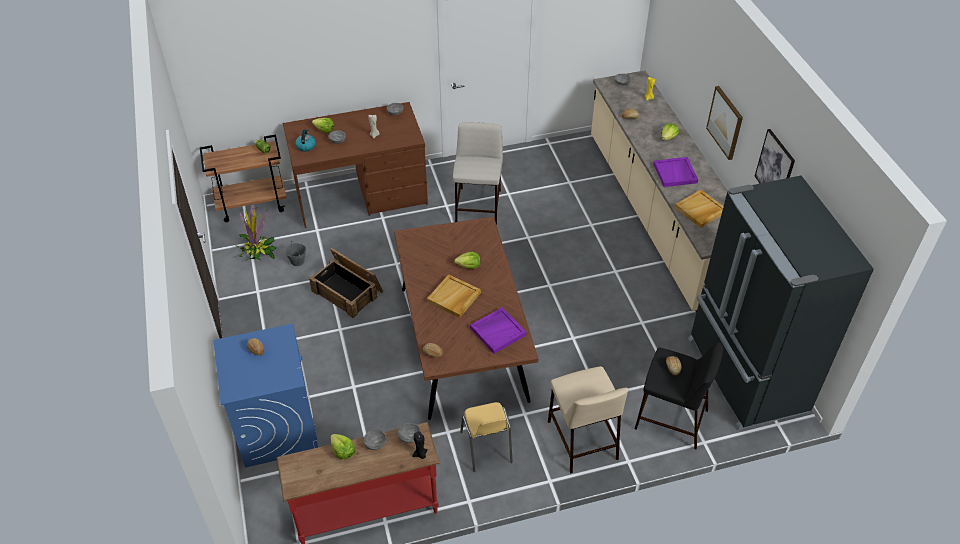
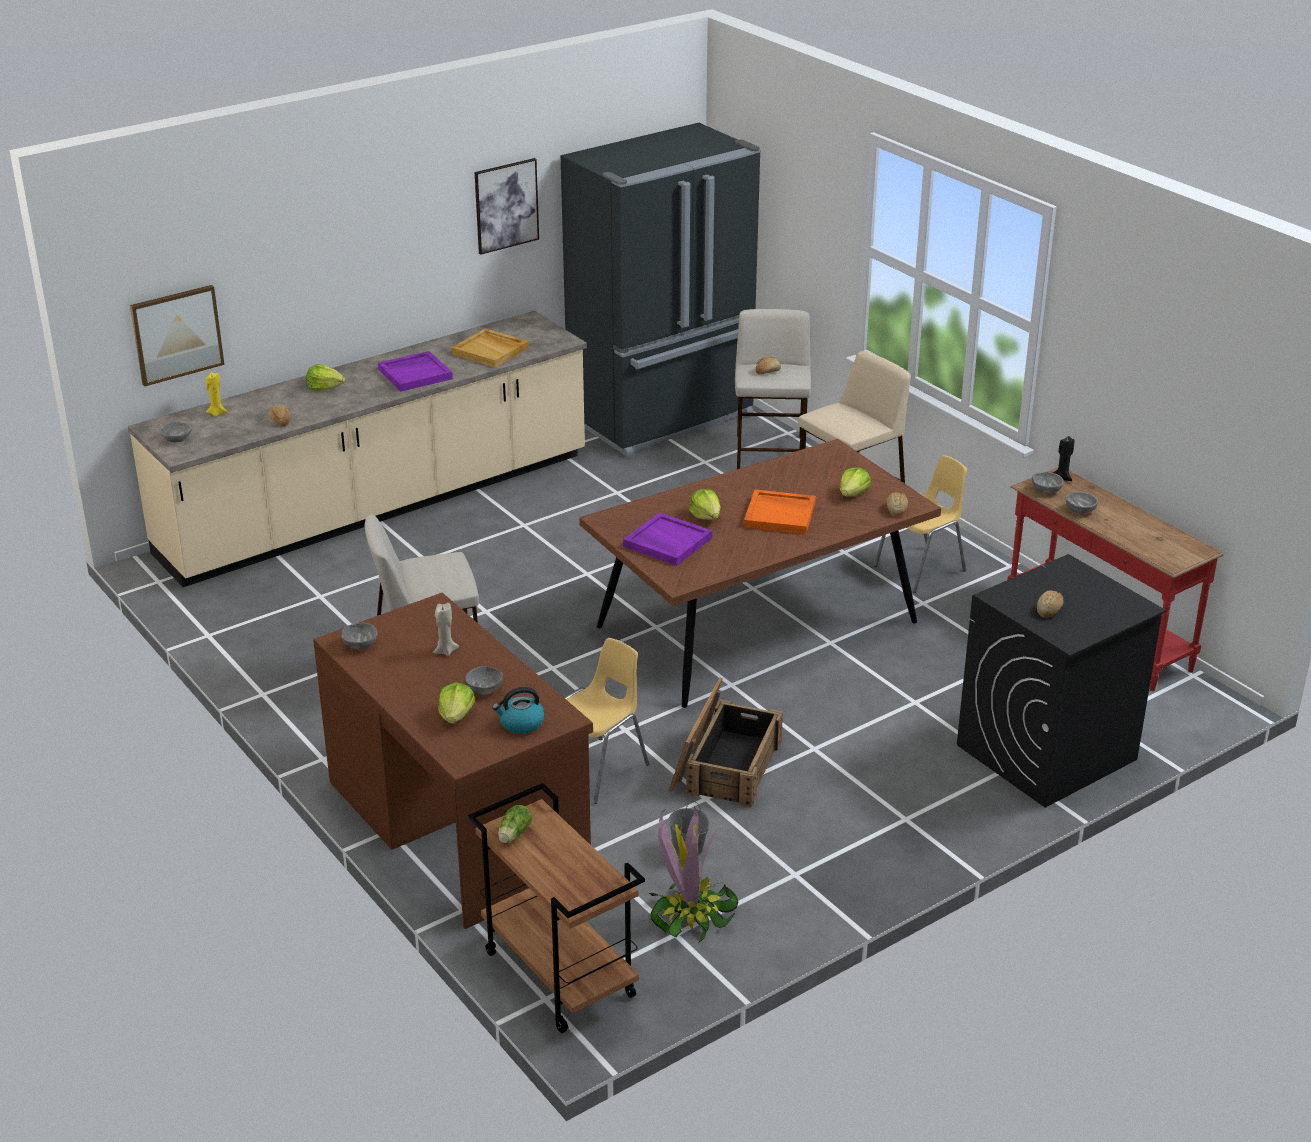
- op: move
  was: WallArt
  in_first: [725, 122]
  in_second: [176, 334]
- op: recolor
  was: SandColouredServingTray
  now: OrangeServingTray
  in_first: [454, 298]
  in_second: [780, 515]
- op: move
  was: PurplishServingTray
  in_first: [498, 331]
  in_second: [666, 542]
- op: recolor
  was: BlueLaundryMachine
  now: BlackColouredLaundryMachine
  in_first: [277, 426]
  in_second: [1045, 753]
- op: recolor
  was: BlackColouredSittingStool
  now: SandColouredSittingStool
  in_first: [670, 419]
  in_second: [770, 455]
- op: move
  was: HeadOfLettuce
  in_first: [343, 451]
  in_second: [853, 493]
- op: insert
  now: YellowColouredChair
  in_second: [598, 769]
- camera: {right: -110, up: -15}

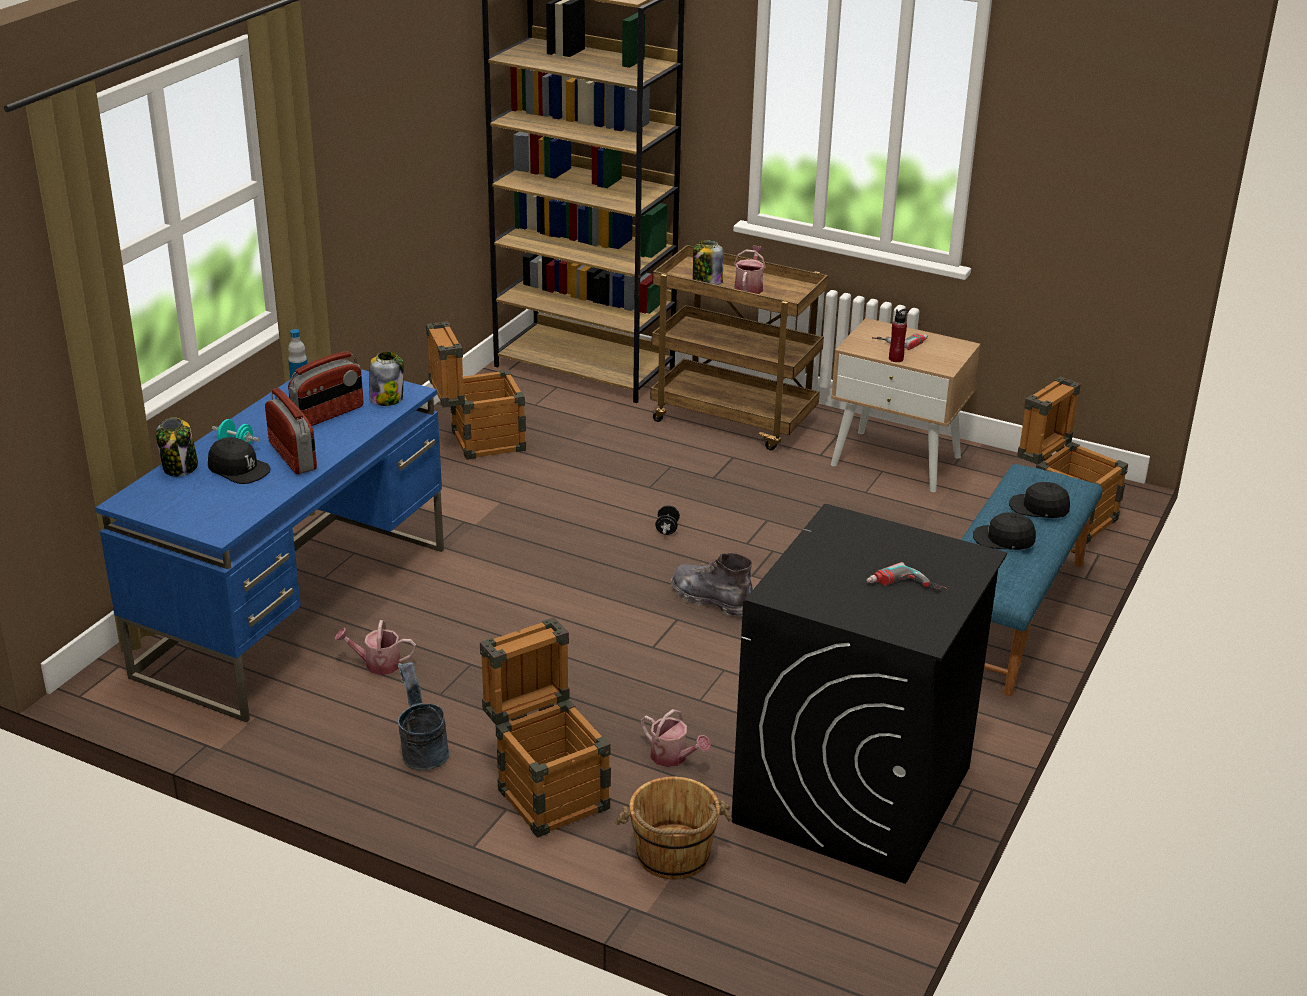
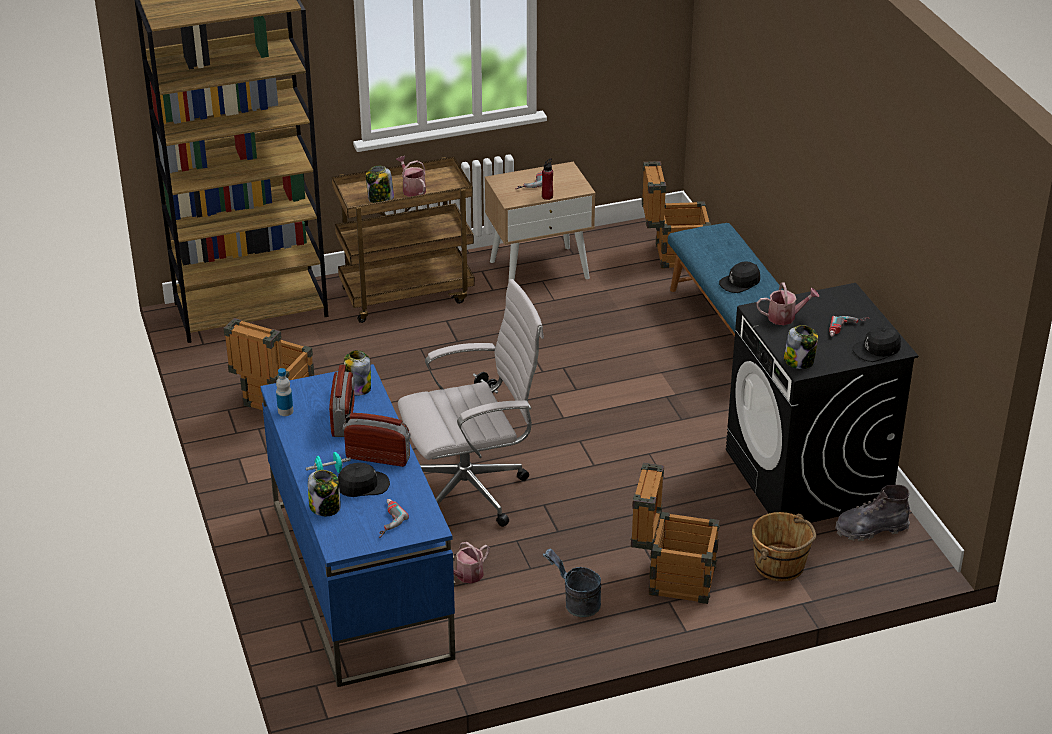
- op: move
  was: BlackColouredBaseballCap
  in_first: [1039, 508]
  in_second: [877, 350]
- op: move
  was: GreyTallBoot
  in_first: [711, 600]
  in_second: [870, 529]
- op: move
  was: WateringPot
  in_first: [673, 757]
  in_second: [785, 317]
- op: insert
  now: WhiteOfficeChair
  in_second: [472, 491]
- op: insert
  now: Jar
  in_second: [799, 361]
- op: insert
  now: PowerDrill
  in_second: [385, 521]
- camera: {right: -45, up: 5}

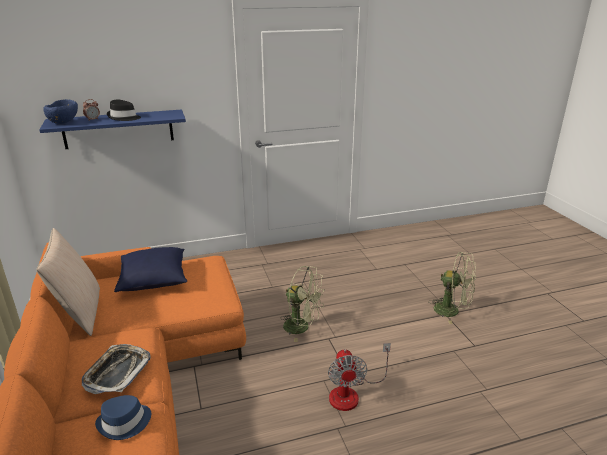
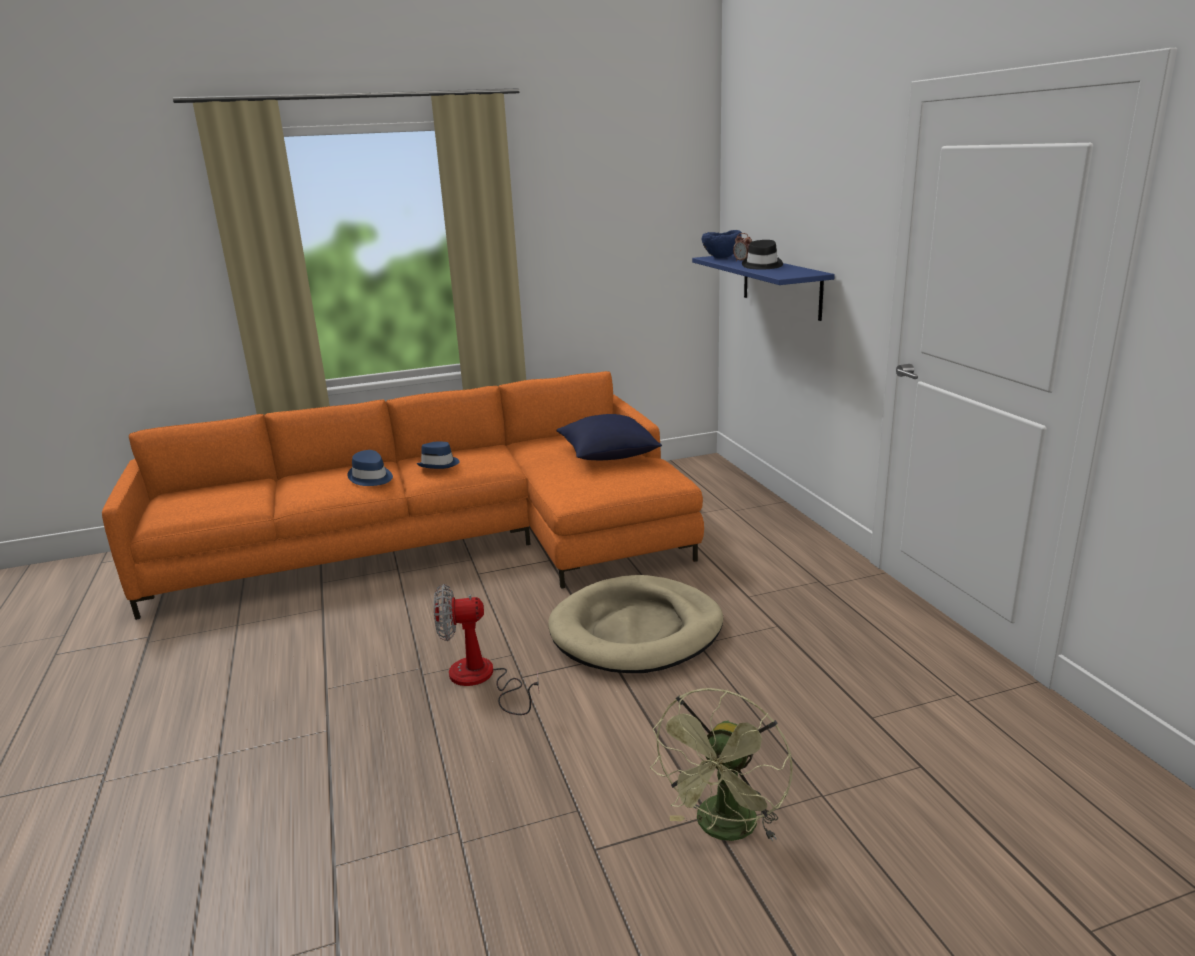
- op: delete
  was: SandColouredPillow
  in_first: [80, 312]
- op: replace
  was: GreenCoolingFan
  now: SandColouredDogCushion
  in_first: [302, 327]
  in_second: [636, 631]
- op: replace
  was: ServingTray
  now: BlueHat
  in_first: [117, 372]
  in_second: [439, 464]
- camera: {right: 90, up: -5}

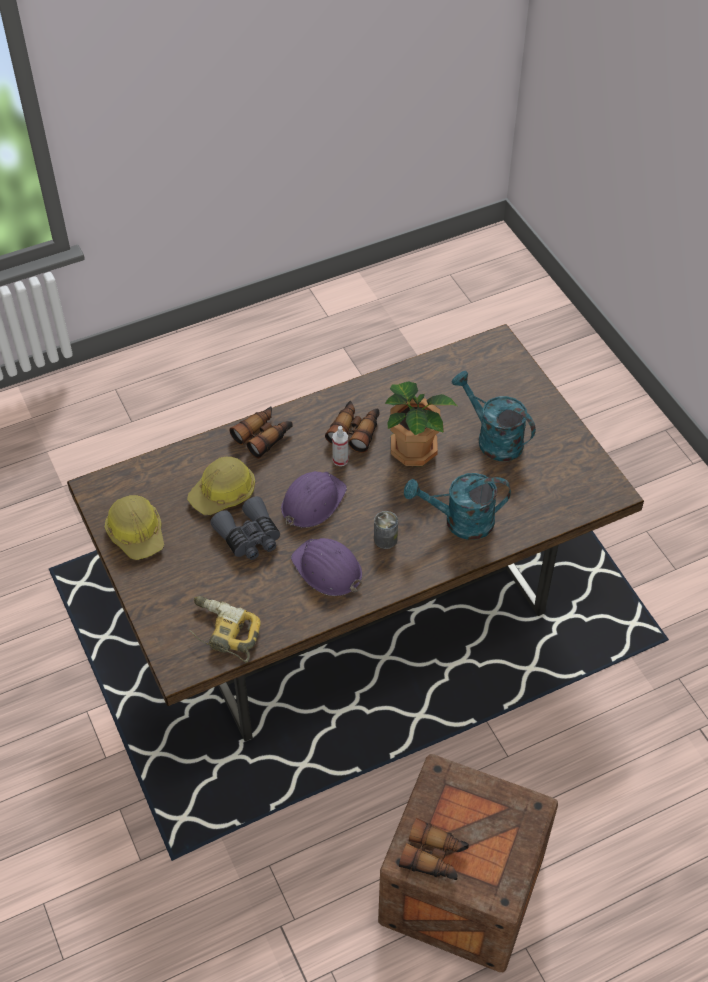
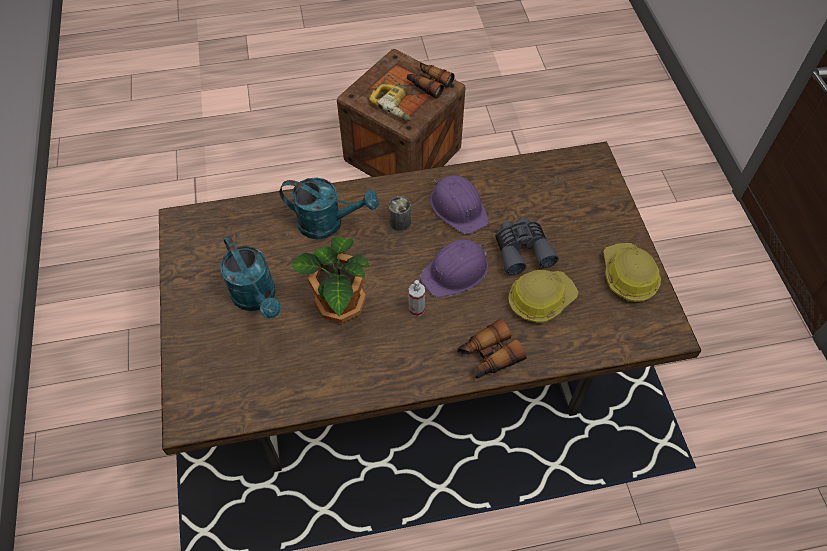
- op: delete
  was: Binoculars
  in_first: [355, 430]
- op: move
  was: PowerDrill
  in_first: [222, 633]
  in_second: [396, 104]
- camera: {right: -165, up: 5}

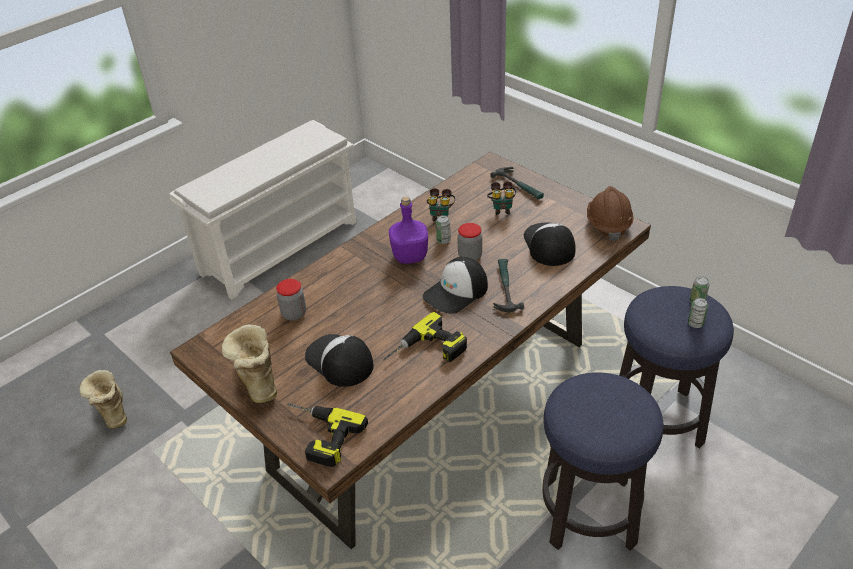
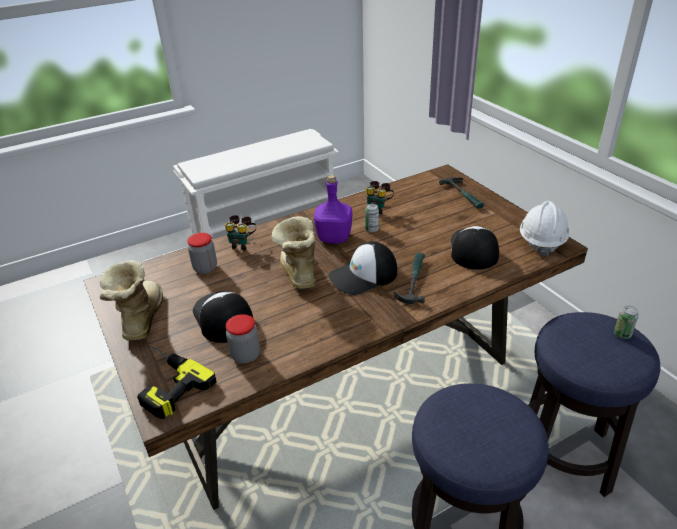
- op: move
  was: Binoculars
  in_first: [501, 209]
  in_second: [242, 244]
- op: recolor
  was: BrownishWorkHelmet
  now: WhiteWorkHelmet
  in_first: [608, 224]
  in_second: [541, 241]
- op: move
  was: Jar
  in_first: [470, 257]
  in_second: [245, 355]
- op: delete
  was: Can
  in_first: [695, 323]
- op: delete
  was: PowerDrill
  in_first: [427, 351]
- op: move
  was: TallBoot
  in_first: [111, 411]
  in_second: [297, 273]
- camera: {right: 15, up: -5}

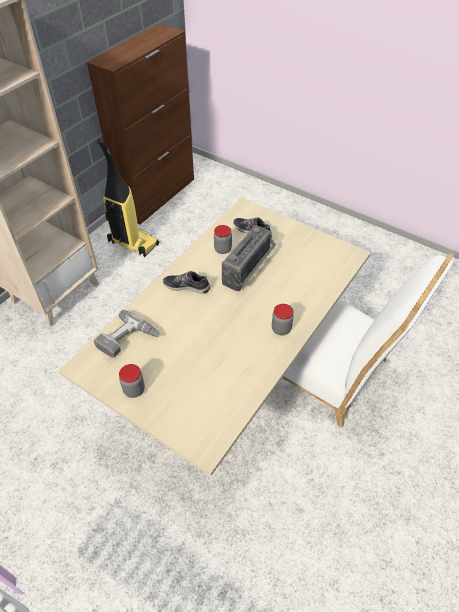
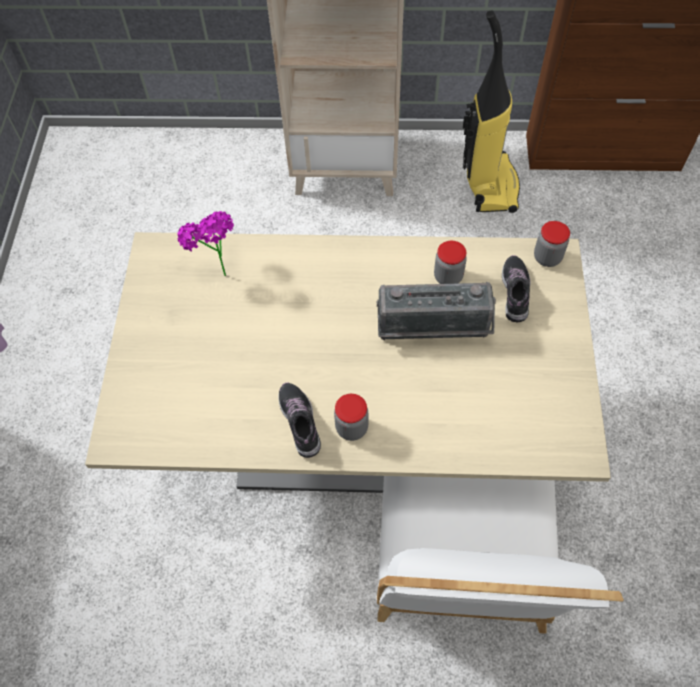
- op: move
  was: ItemOfFootwear
  in_first: [187, 286]
  in_second: [300, 422]
- op: replace
  was: PowerDrill
  now: PottedPlant
  in_first: [128, 340]
  in_second: [217, 269]
- op: move
  was: Jar
  in_first: [134, 390]
  in_second: [547, 257]
- camera: {right: 60, up: 10}

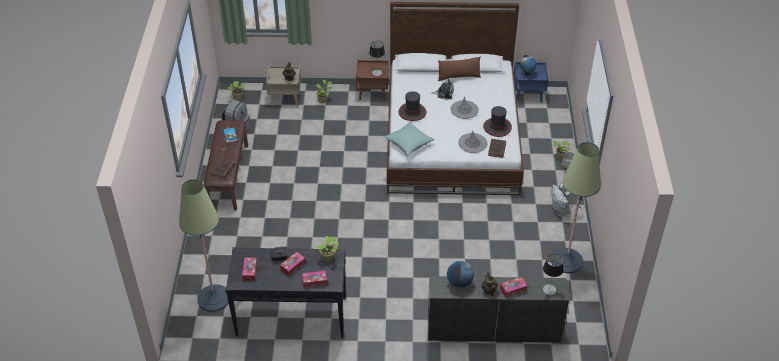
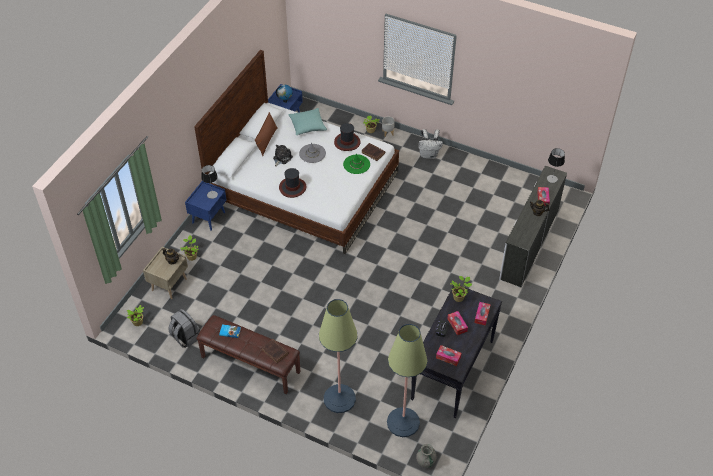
- op: recolor
  was: BrownishBedsideTable
  now: BlueBedsideTable
  in_first: [373, 93]
  in_second: [208, 217]
- op: move
  was: TurquoiseColouredPillow
  in_first: [408, 143]
  in_second: [307, 126]
- op: recolor
  was: GreyHat
  now: GreenHat
  in_first: [472, 143]
  in_second: [356, 164]
- op: move
  was: StandardLamp
  in_first: [566, 261]
  in_second: [339, 399]
- op: delete
  was: Globe
  in_first: [459, 282]
- op: insert
  now: GreyDecorativeVase
  in_second: [425, 461]
- camera: {right: -65, up: 5}

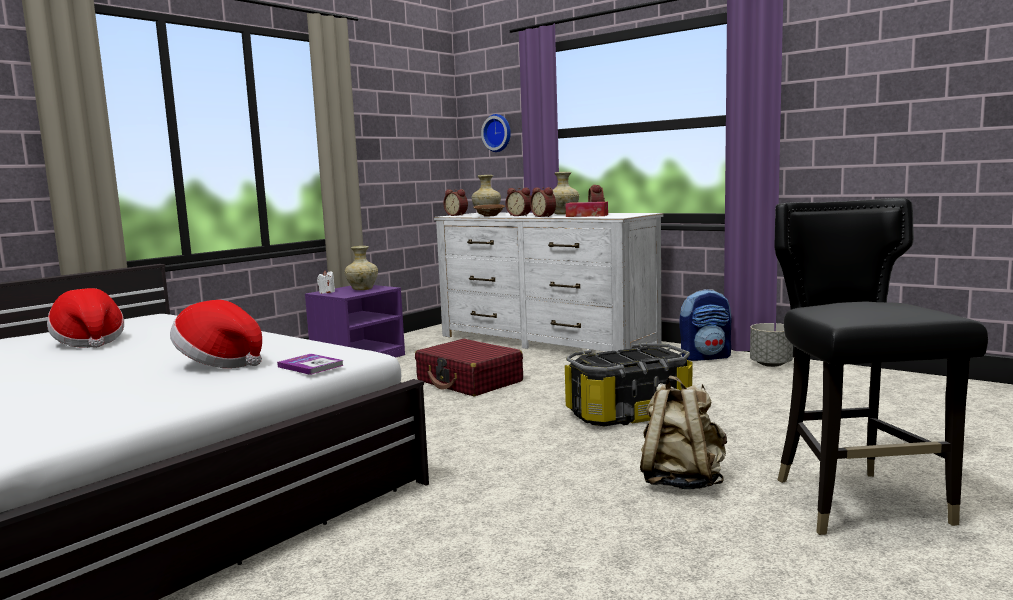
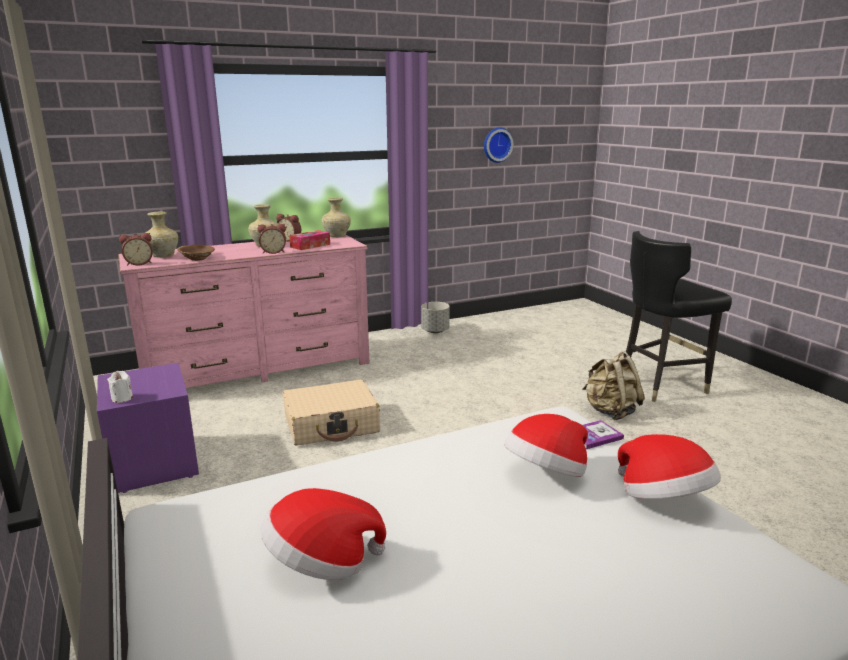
- op: move
  was: WallClock
  in_first: [498, 133]
  in_second: [496, 145]
- op: delete
  was: BedsideClock
  in_first: [520, 215]
- op: rotate
  was: BlackColouredChair
  in_first: [858, 504]
  in_second: [660, 385]
  clockwise: -45
- op: recolor
  was: WhiteChestOfDrawers
  now: PinkColouredChestOfDrawers
  in_first: [545, 341]
  in_second: [258, 369]
- op: move
  was: SandColouredDecorativeVase
  in_first: [362, 289]
  in_second: [336, 236]
- op: delete
  was: Rucksack
  in_first: [705, 357]
- op: recolor
  was: ReddishPieceOfLuggage
  now: SandColouredPieceOfLuggage
  in_first: [469, 381]
  in_second: [332, 425]
- op: delete
  was: StorageContainer
  in_first: [628, 413]
- op: insert
  now: Hat
  in_second: [663, 499]
- camera: {right: -65, up: 10}

